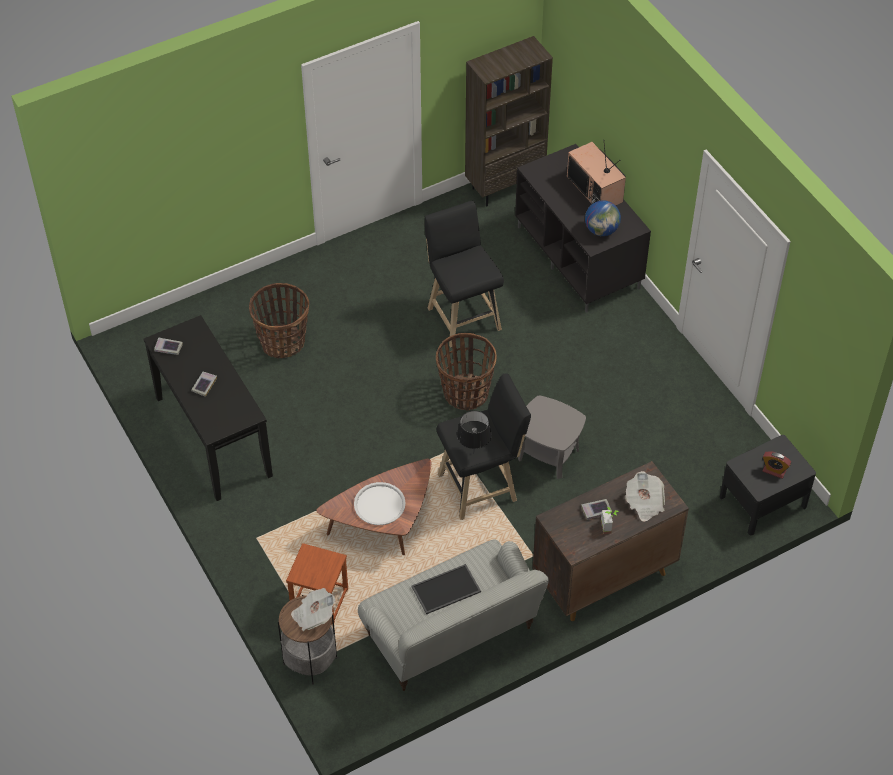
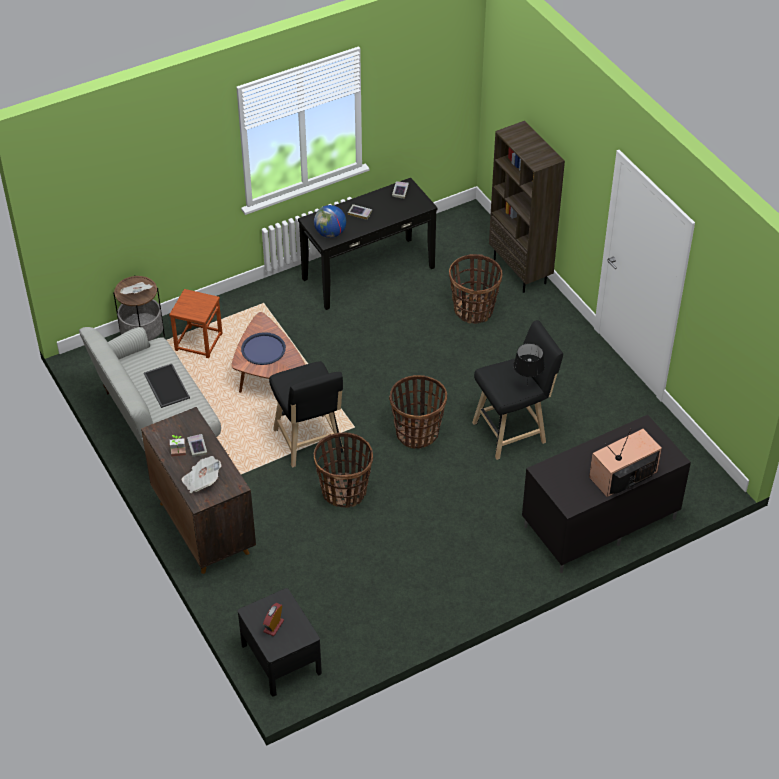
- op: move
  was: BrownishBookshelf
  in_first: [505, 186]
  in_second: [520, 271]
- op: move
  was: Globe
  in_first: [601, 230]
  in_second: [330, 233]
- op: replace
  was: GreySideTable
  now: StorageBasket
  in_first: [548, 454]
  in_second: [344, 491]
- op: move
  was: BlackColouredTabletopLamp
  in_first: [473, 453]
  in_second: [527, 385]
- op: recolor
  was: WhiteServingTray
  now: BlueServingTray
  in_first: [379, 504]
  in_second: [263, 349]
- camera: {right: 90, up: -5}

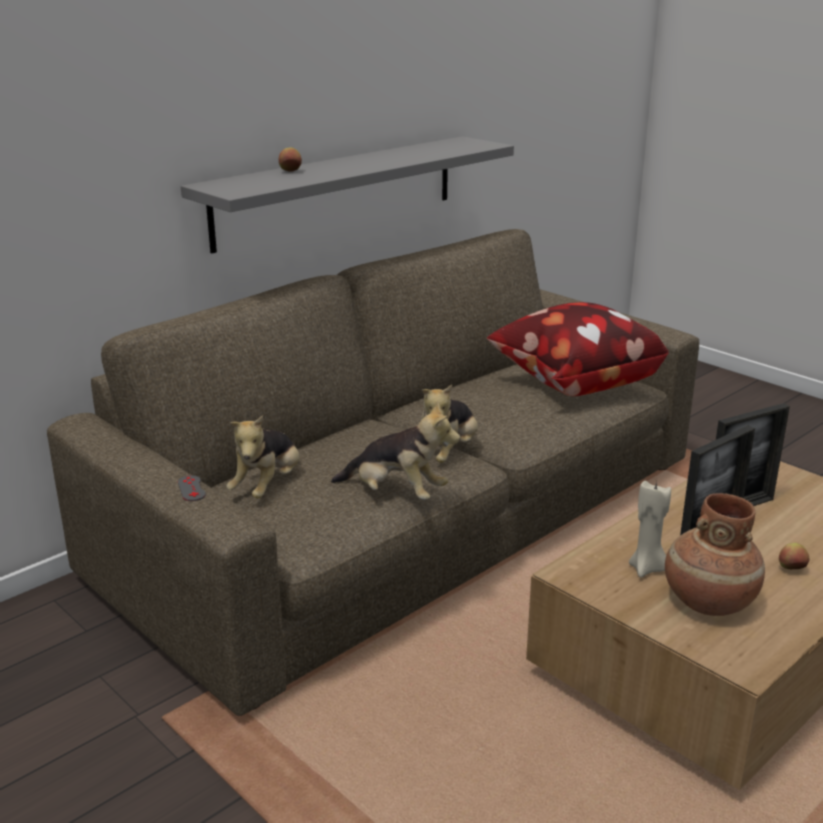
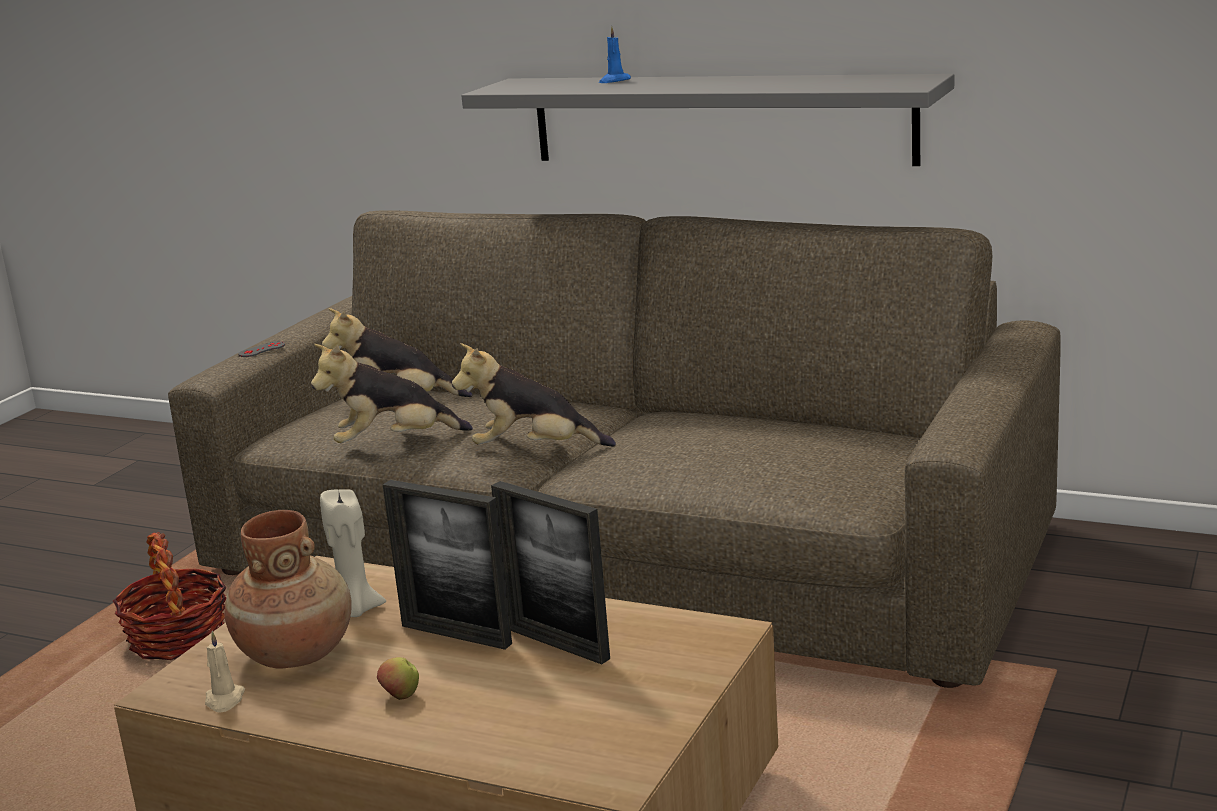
- op: replace
  was: AppleFruit
  now: BlueWaxLight
  in_first: [290, 171]
  in_second: [614, 81]
- op: delete
  was: Pillow
  in_first: [573, 383]
- op: rotate
  was: SoftToy
  in_first: [396, 493]
  in_second: [393, 443]
  clockwise: 75
- op: insert
  now: StorageBasket
  in_second: [178, 639]
- op: insert
  now: SandColouredWaxLight
  in_second: [224, 700]
- camera: {right: 70, up: -5}

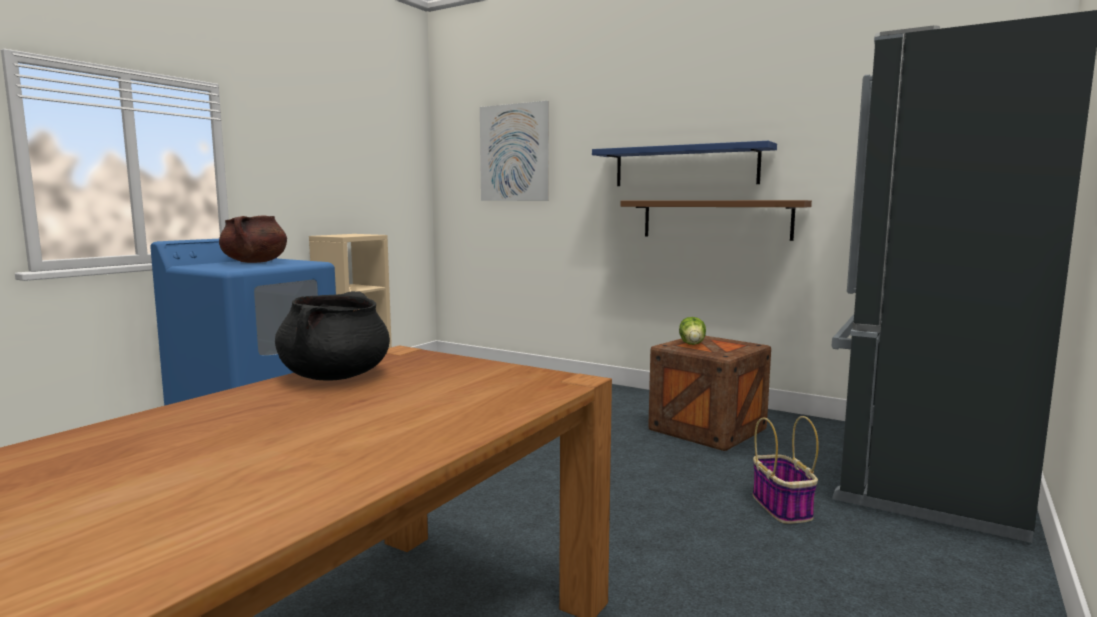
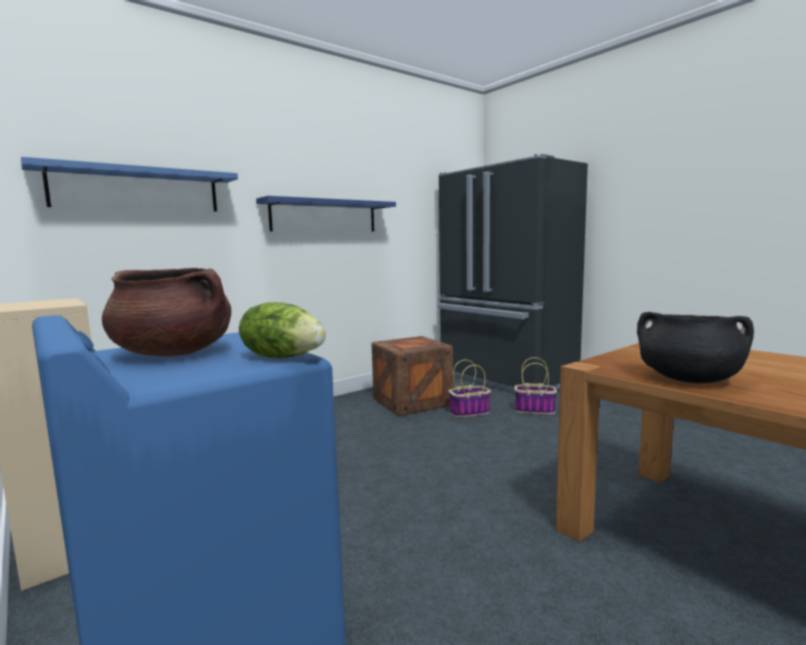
- op: replace
  was: WallArt
  now: BlueBracketShelf
  in_first: [514, 153]
  in_second: [137, 190]
- op: delete
  was: BrownishBracketShelf
  in_first: [715, 219]
- op: move
  was: HeadOfLettuce
  in_first: [692, 344]
  in_second: [283, 357]
- op: insert
  now: StorageBasket
  in_second: [469, 412]
- camera: {right: -70, up: 0}

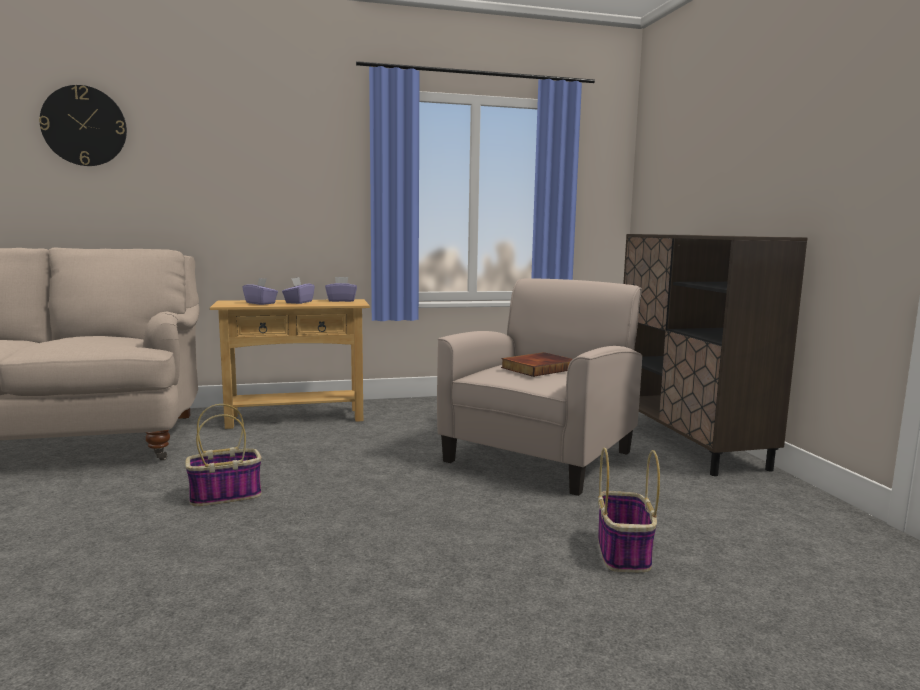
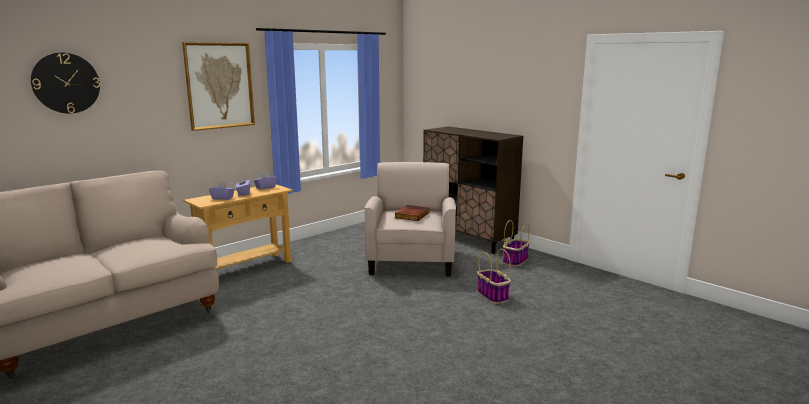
- op: move
  was: StorageBasket
  in_first: [226, 495]
  in_second: [515, 260]
- op: insert
  now: WallArt
  in_second: [219, 85]
- camera: {right: -30, up: 5}

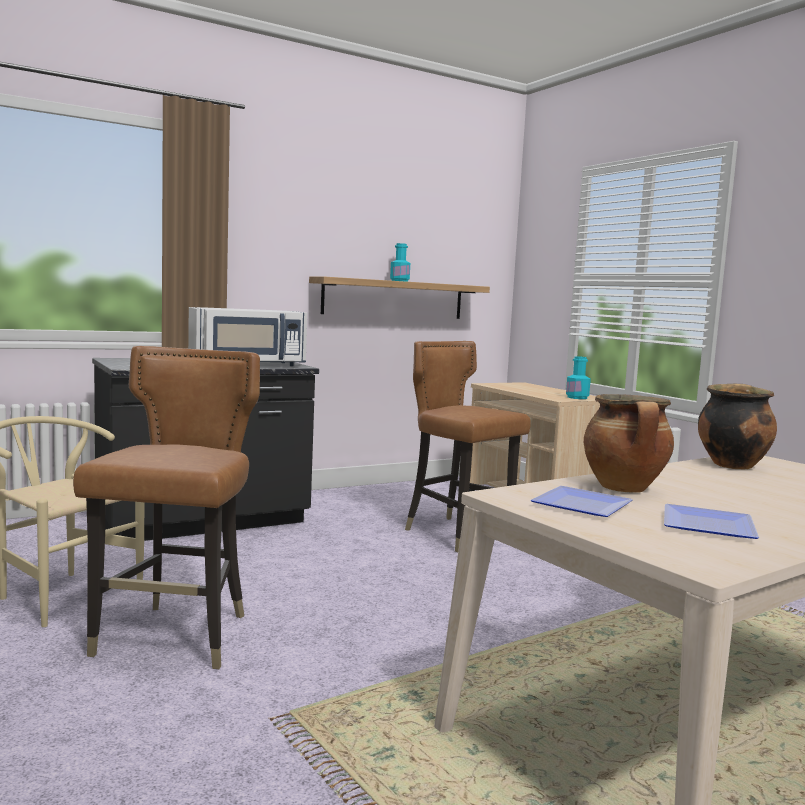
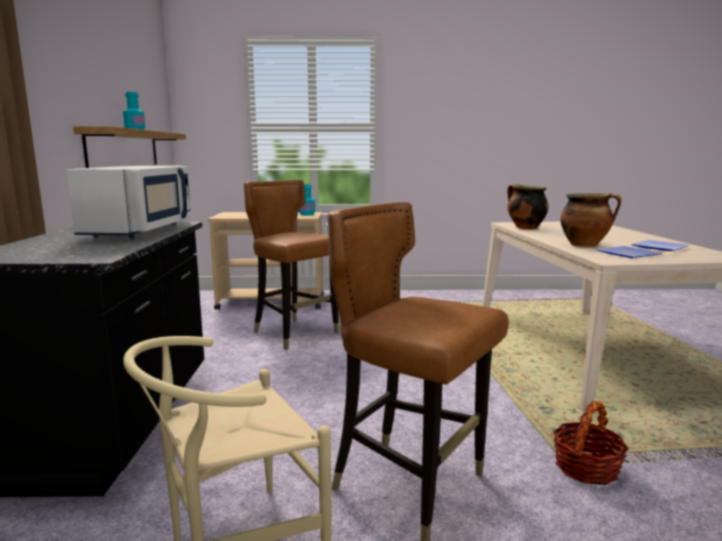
- op: rotate
  was: BrownishChair
  in_first: [458, 534]
  in_second: [295, 333]
  clockwise: 60
- op: insert
  now: StorageBasket
  in_second: [586, 468]
- camera: {right: -60, up: 5}

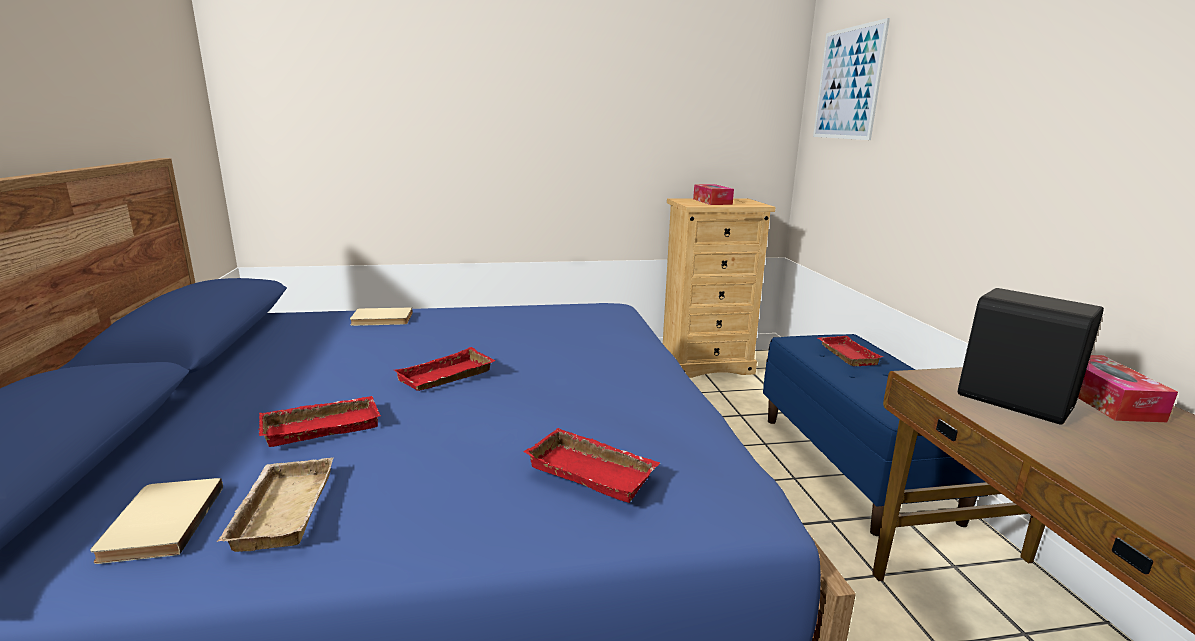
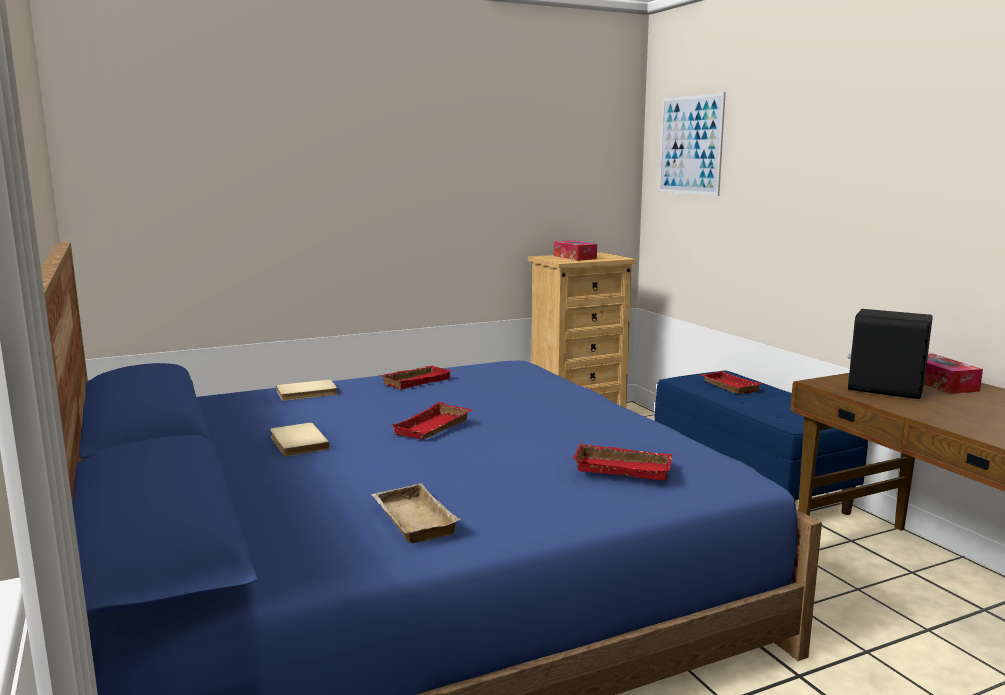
- op: move
  was: ReddishServingTray
  in_first: [323, 426]
  in_second: [415, 381]
- op: move
  was: SandColouredBoundBook
  in_first: [158, 523]
  in_second: [296, 443]
- camera: {right: -15, up: -5}

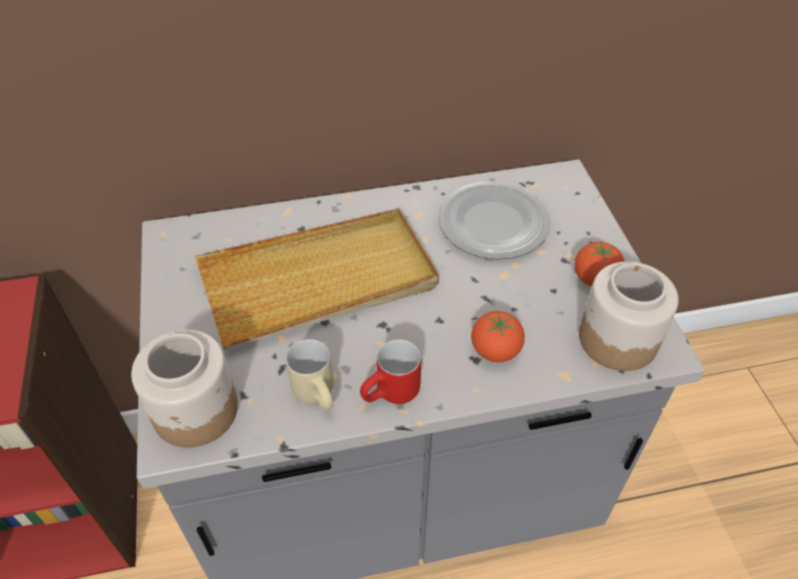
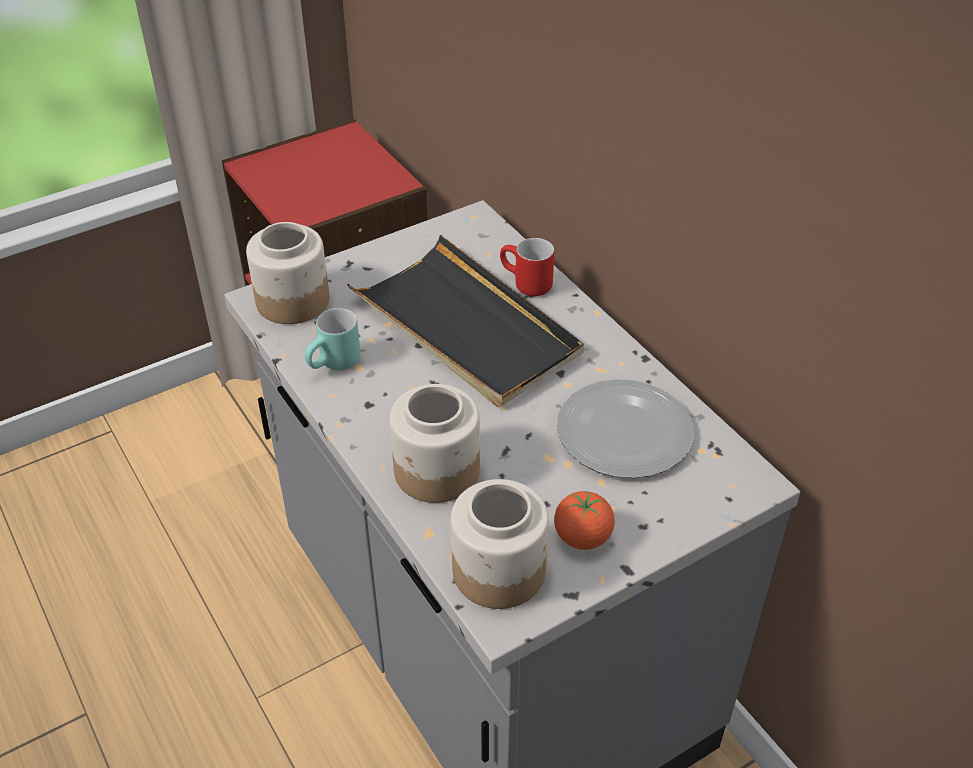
- op: recolor
  was: SandColouredServingTray
  now: BlackColouredServingTray
  in_first: [319, 282]
  in_second: [466, 327]
- op: replace
  was: WholeTomato
  now: Jar
  in_first: [495, 351]
  in_second: [437, 471]
- op: recolor
  was: SandColouredTeaMug
  now: TurquoiseColouredTeaMug
  in_first: [320, 394]
  in_second: [335, 365]
- op: move
  was: ReddishTeaMug
  in_first: [392, 396]
  in_second: [524, 285]
- camera: {right: 70, up: -5}

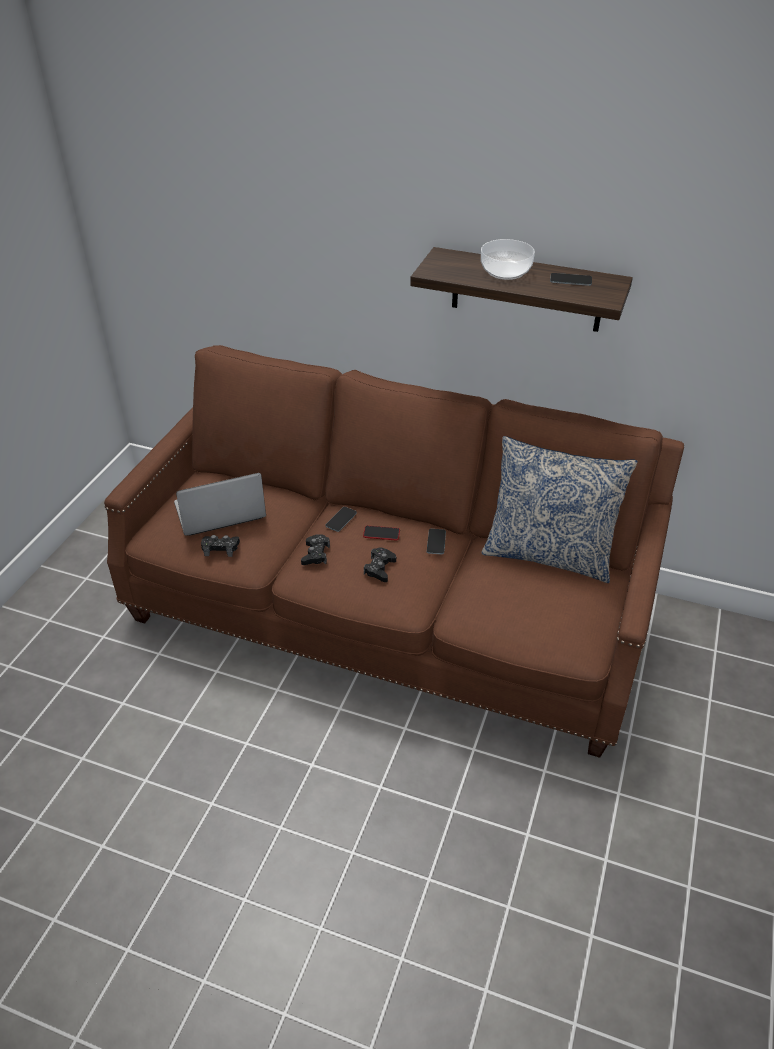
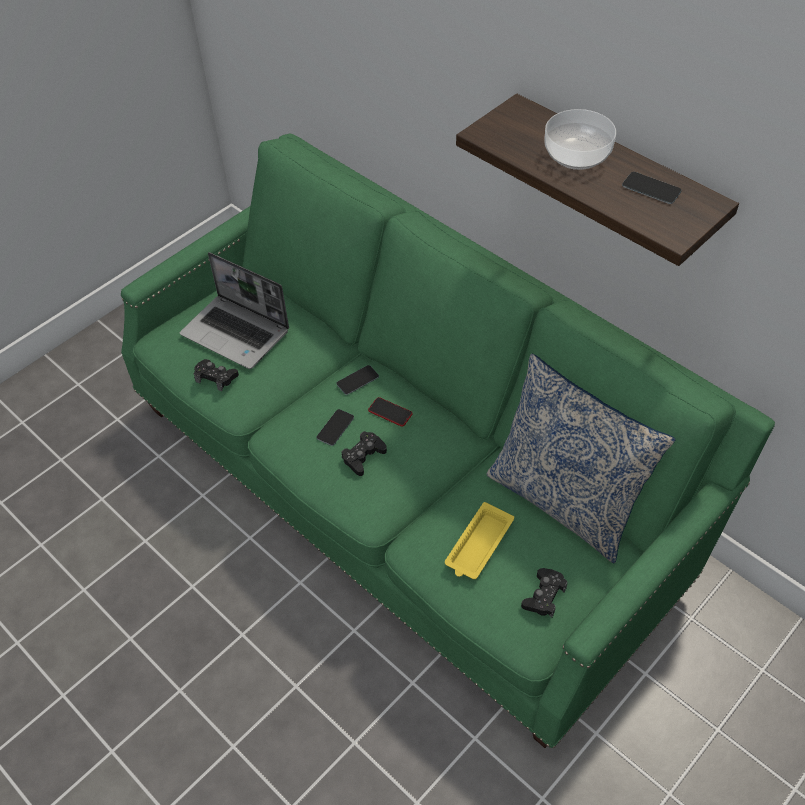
- op: recolor
  was: BrownishCouch
  now: GreenCouch
  in_first: [388, 611]
  in_second: [407, 486]
- op: rotate
  was: PortableComputer
  in_first: [219, 513]
  in_second: [237, 333]
  clockwise: -150
- op: move
  was: Handset
  in_first: [436, 542]
  in_second: [335, 427]
- op: move
  was: BlackColouredJoypad
  in_first: [315, 554]
  in_second: [544, 596]
- op: insert
  now: YellowColouredServingTray
  in_second: [478, 545]
- camera: {right: 25, up: 10}

